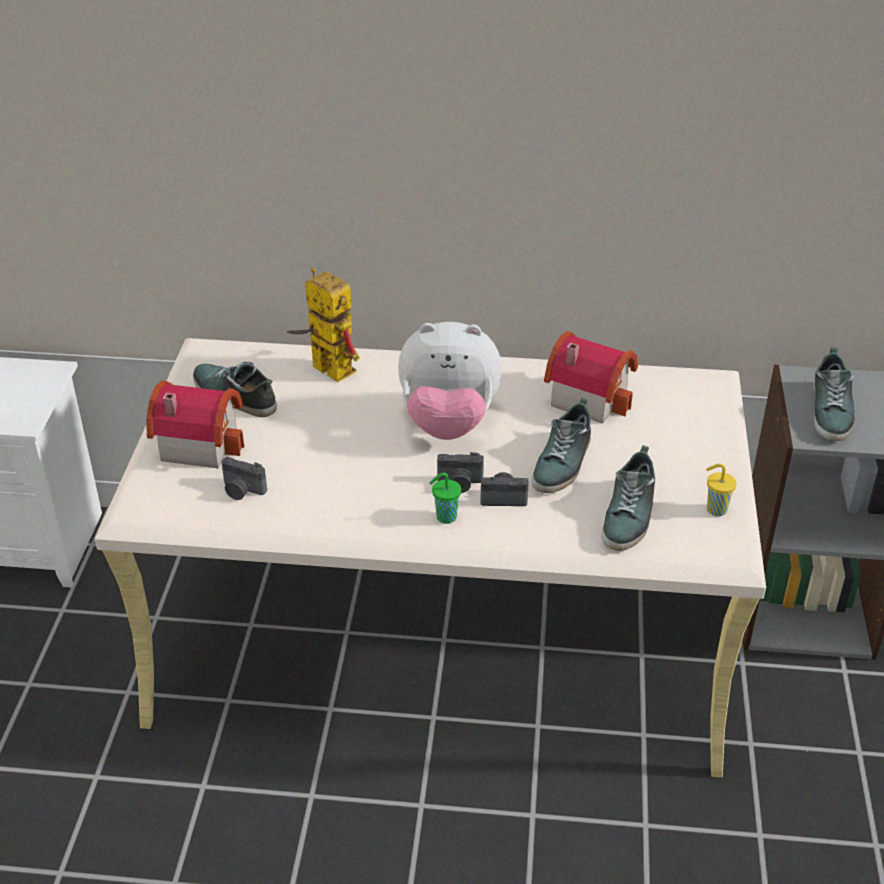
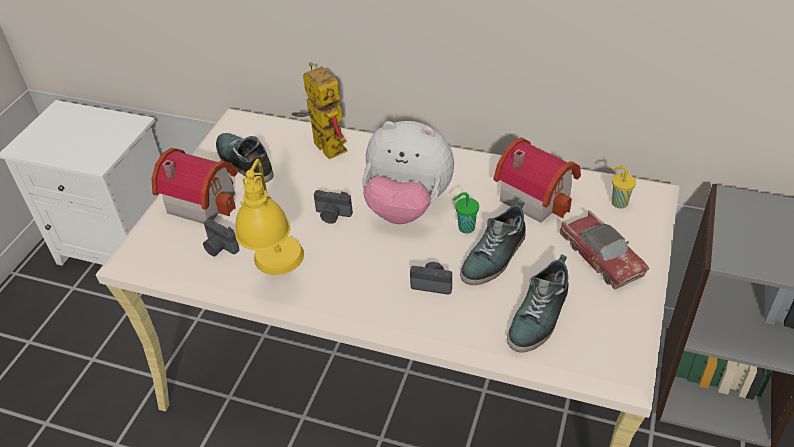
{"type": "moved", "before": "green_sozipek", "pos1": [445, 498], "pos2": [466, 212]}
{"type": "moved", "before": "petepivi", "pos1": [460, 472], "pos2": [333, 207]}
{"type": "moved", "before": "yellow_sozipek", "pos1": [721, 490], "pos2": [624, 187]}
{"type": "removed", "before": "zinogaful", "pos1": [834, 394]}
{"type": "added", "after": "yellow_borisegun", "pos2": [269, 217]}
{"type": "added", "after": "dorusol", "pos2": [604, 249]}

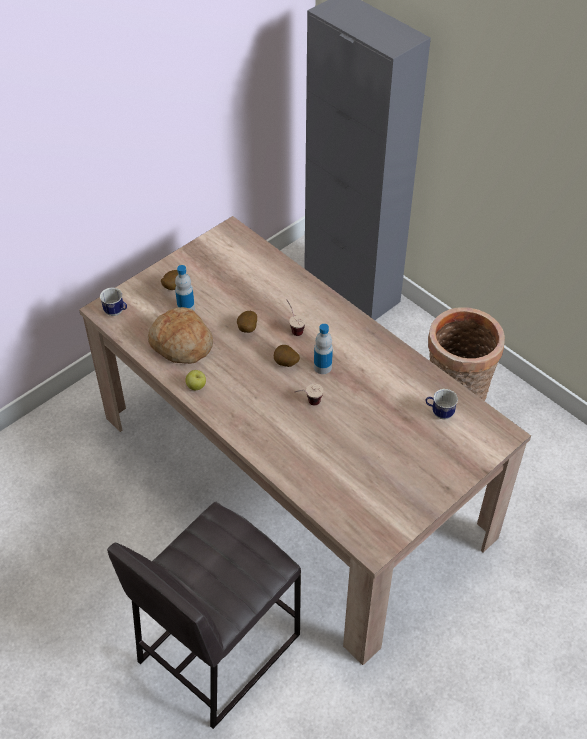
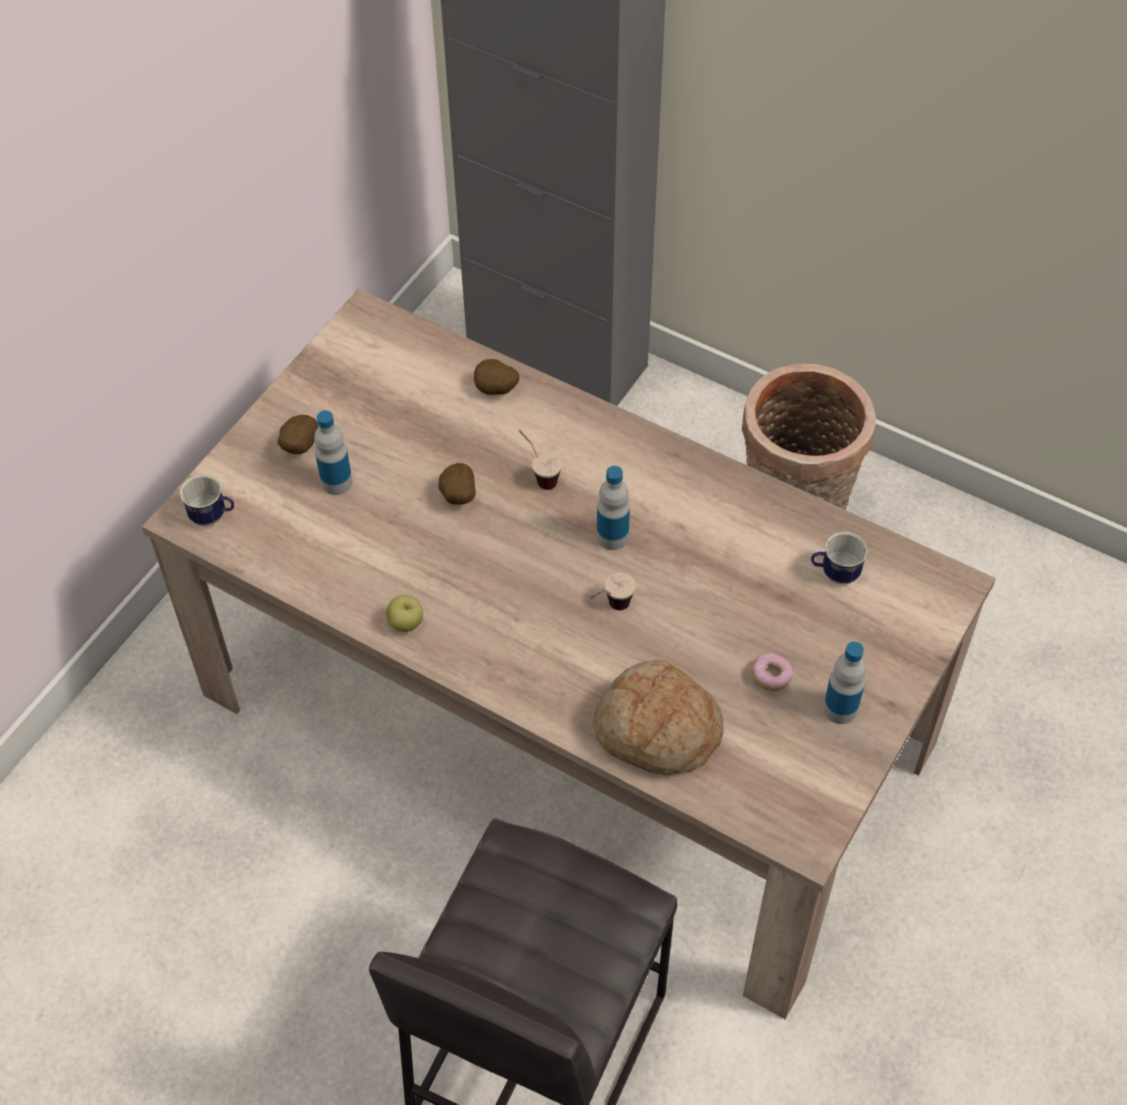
{"type": "moved", "before": "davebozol", "pos1": [180, 335], "pos2": [658, 717]}
{"type": "moved", "before": "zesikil", "pos1": [287, 356], "pos2": [496, 377]}
{"type": "added", "after": "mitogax", "pos2": [772, 672]}
{"type": "added", "after": "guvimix", "pos2": [844, 683]}

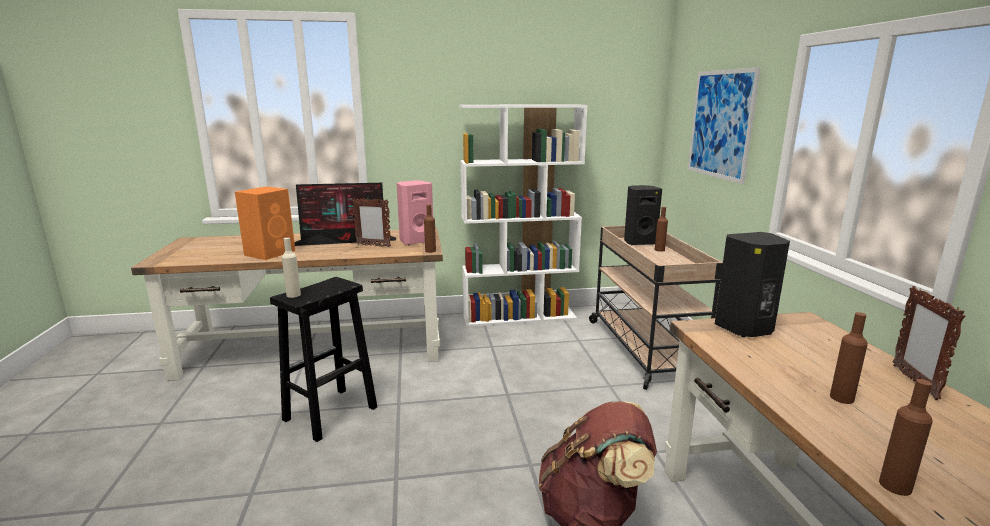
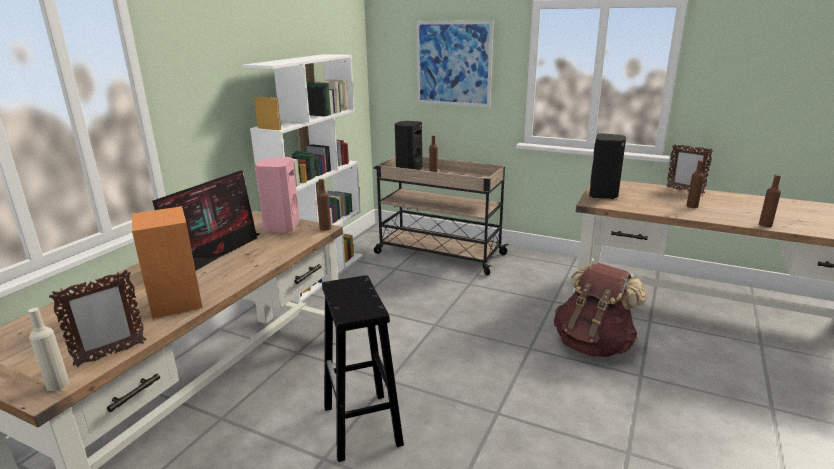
{"type": "moved", "before": "beige_guvimix", "pos1": [291, 268], "pos2": [48, 349]}
{"type": "moved", "before": "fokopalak", "pos1": [371, 222], "pos2": [97, 318]}

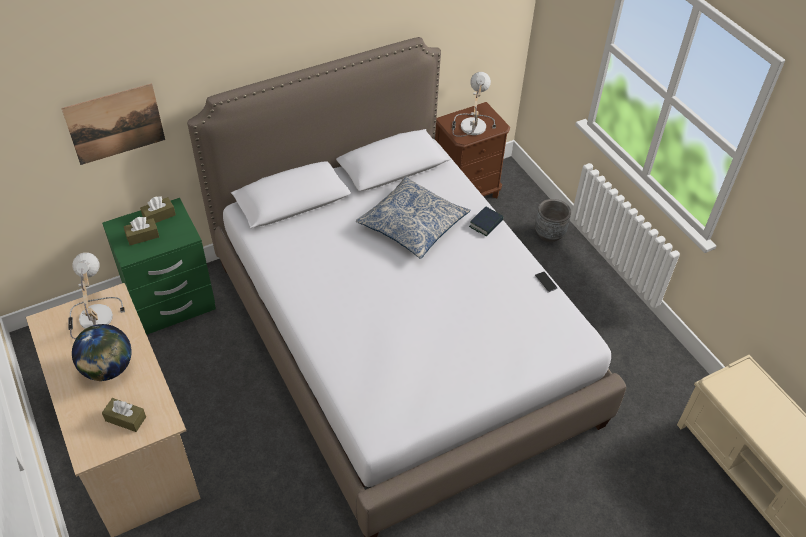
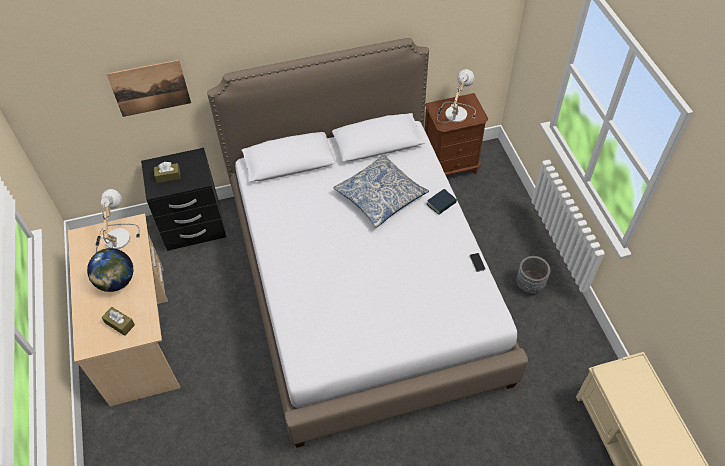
{"type": "recoloured", "before": "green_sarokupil", "after": "black_sarokupil", "pos1": [159, 266], "pos2": [183, 199]}
{"type": "removed", "before": "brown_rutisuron", "pos1": [158, 209]}
{"type": "moved", "before": "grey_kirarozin", "pos1": [553, 220], "pos2": [533, 275]}

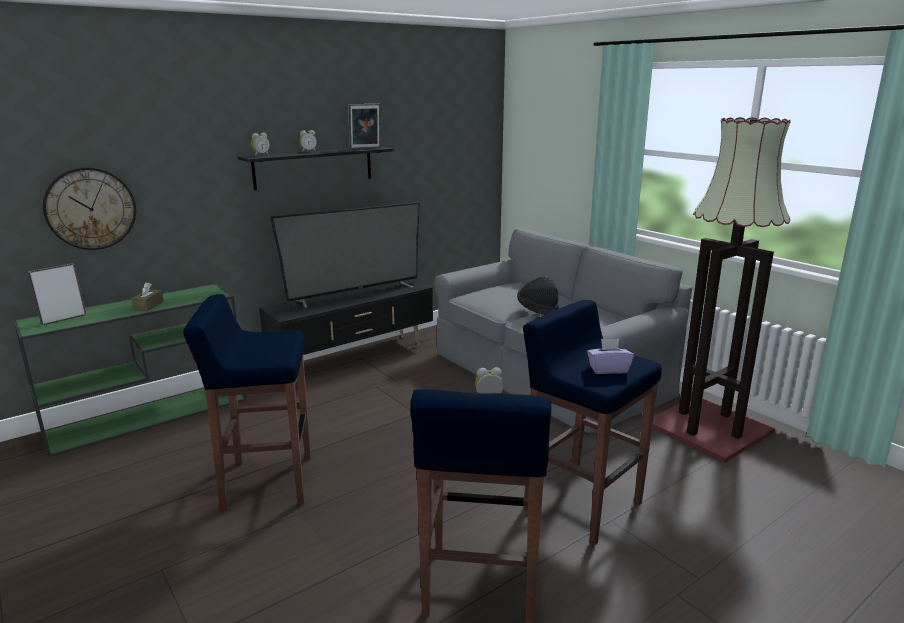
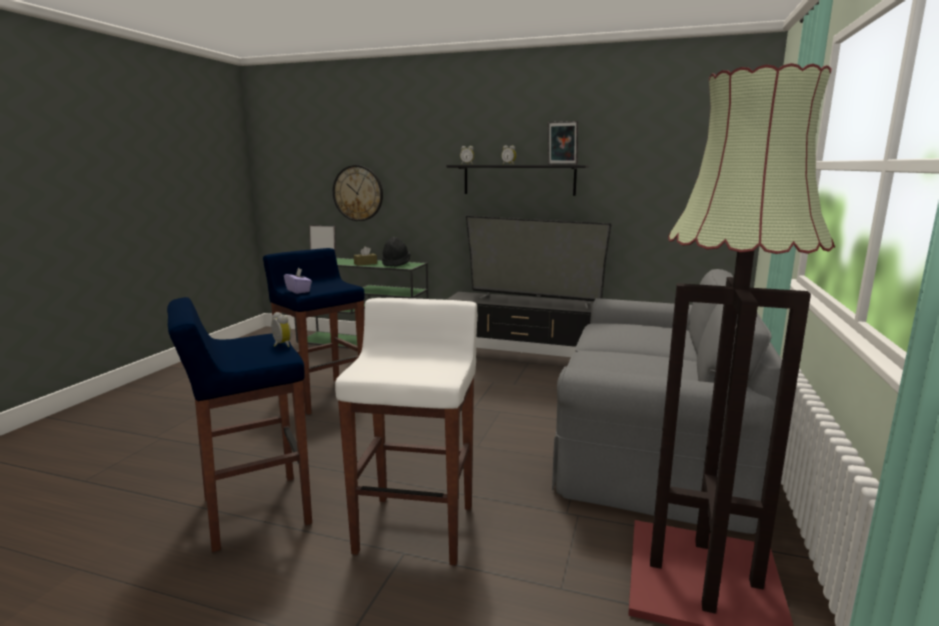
{"type": "moved", "before": "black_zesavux", "pos1": [538, 295], "pos2": [396, 251]}
{"type": "recoloured", "before": "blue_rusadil", "after": "white_rusadil", "pos1": [592, 422], "pos2": [406, 432]}
{"type": "moved", "before": "purple_rutisuron", "pos1": [610, 356], "pos2": [298, 281]}

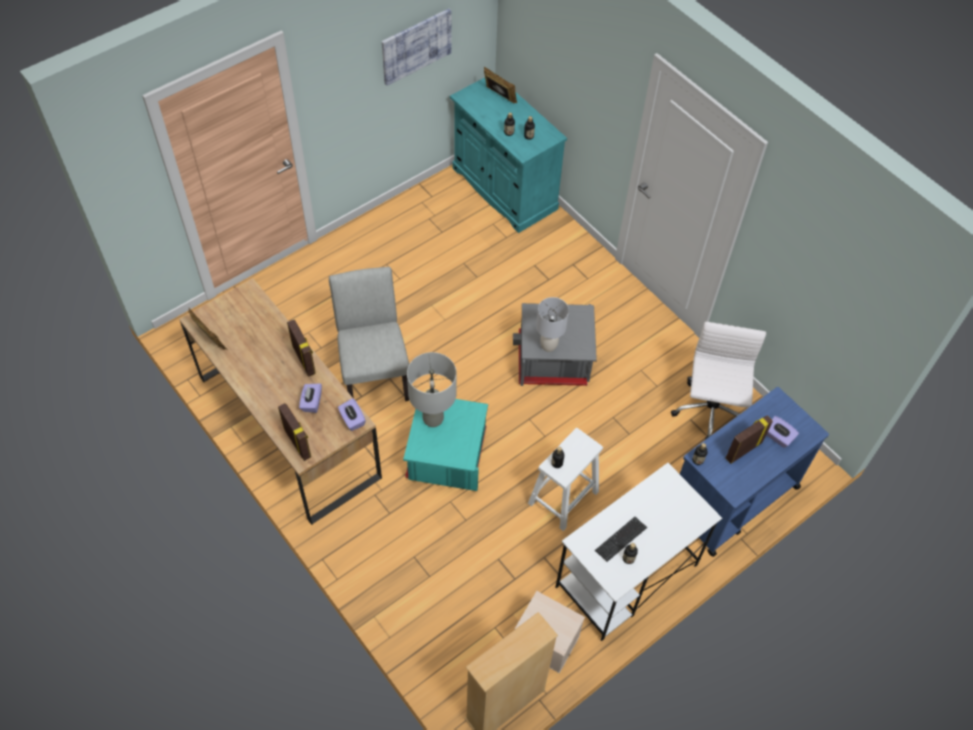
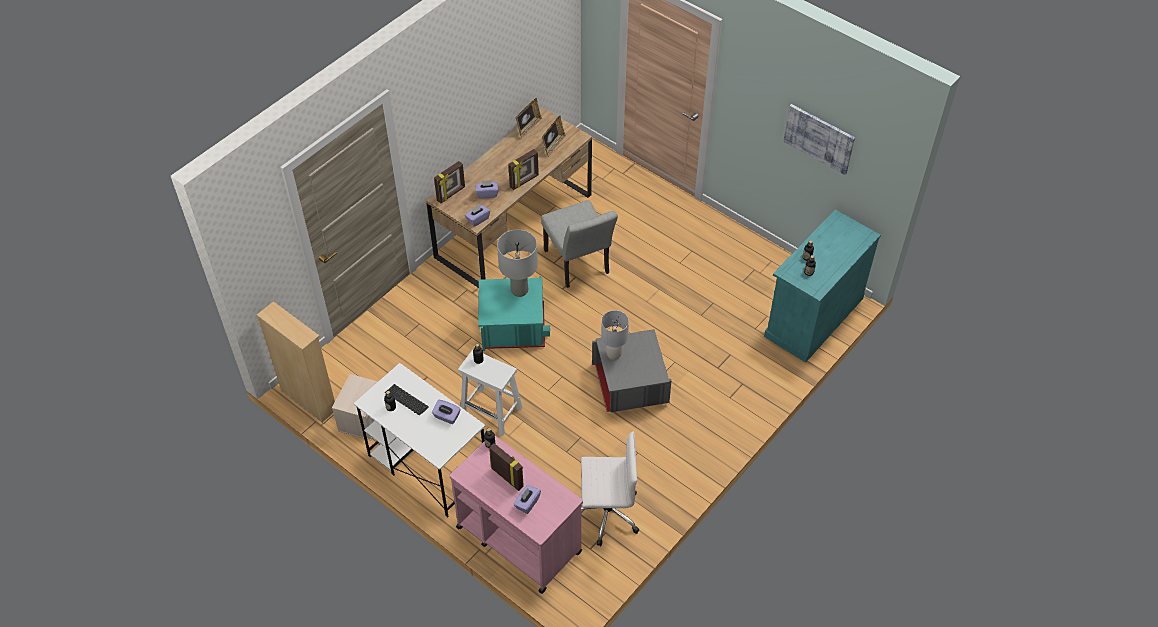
{"type": "turned", "before": "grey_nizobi", "pos1": [369, 334], "pos2": [579, 244], "turn": 90}
{"type": "moved", "before": "fokopalak", "pos1": [500, 85], "pos2": [554, 136]}
{"type": "recoloured", "before": "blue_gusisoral", "after": "pink_gusisoral", "pos1": [754, 472], "pos2": [516, 515]}
{"type": "added", "after": "purple_rutisuron", "pos2": [446, 412]}

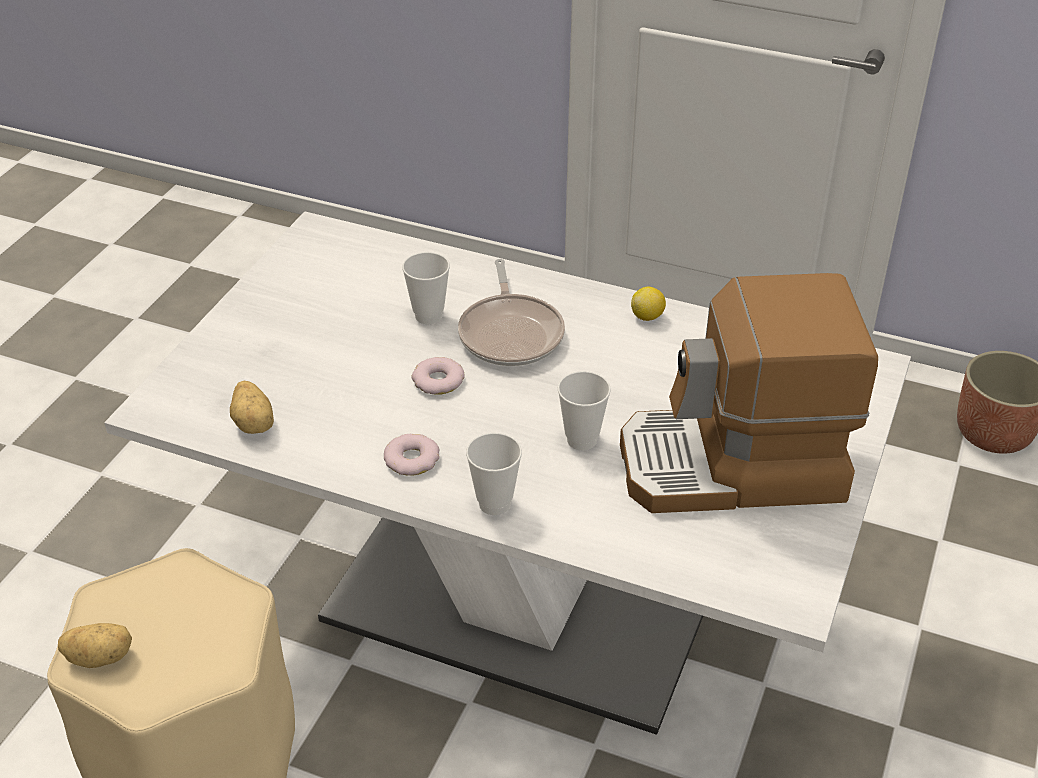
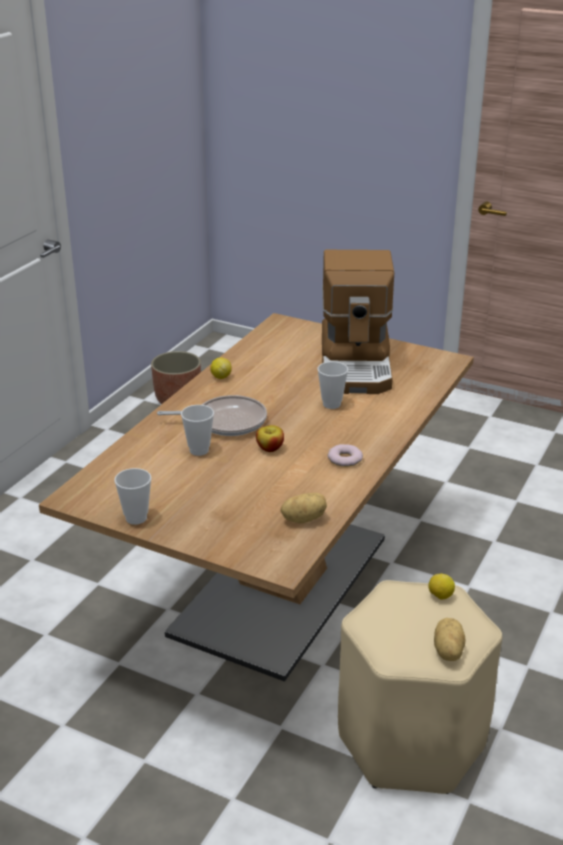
{"type": "recoloured", "before": "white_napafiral", "after": "brown_napafiral", "pos1": [507, 473], "pos2": [256, 497]}
{"type": "replaced", "before": "mitogax", "after": "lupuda", "pos1": [438, 376], "pos2": [270, 438]}
{"type": "moved", "before": "sozipek", "pos1": [494, 474], "pos2": [132, 496]}
{"type": "added", "after": "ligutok", "pos2": [441, 586]}

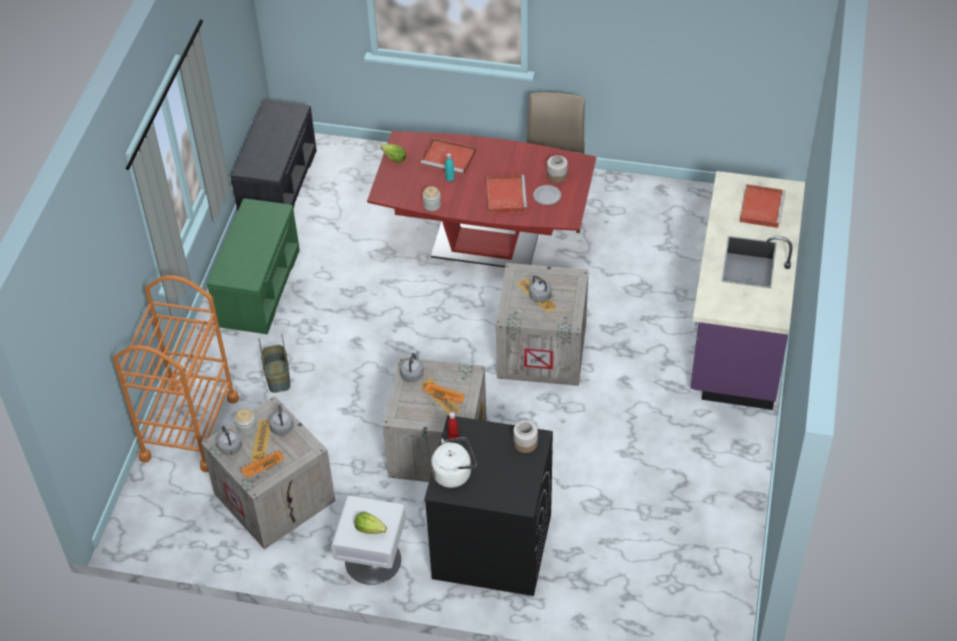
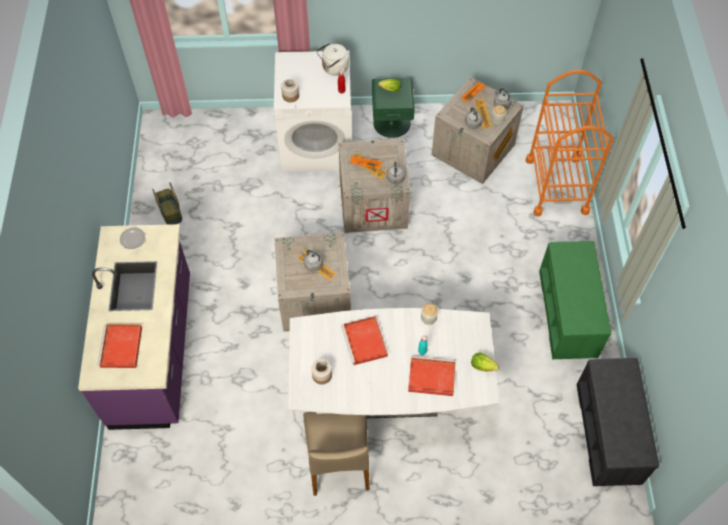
{"type": "moved", "before": "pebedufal", "pos1": [274, 363], "pos2": [167, 203]}
{"type": "recoloured", "before": "white_sarokupil", "after": "green_sarokupil", "pos1": [368, 540], "pos2": [393, 108]}
{"type": "recoloured", "before": "red_napafiral", "after": "white_napafiral", "pos1": [481, 199], "pos2": [394, 363]}
{"type": "recoloured", "before": "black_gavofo", "after": "white_gavofo", "pos1": [488, 505], "pos2": [313, 111]}
{"type": "moved", "before": "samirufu", "pos1": [547, 195], "pos2": [132, 238]}

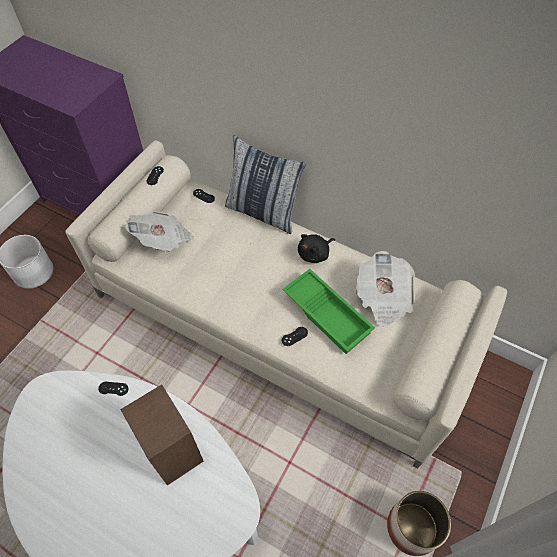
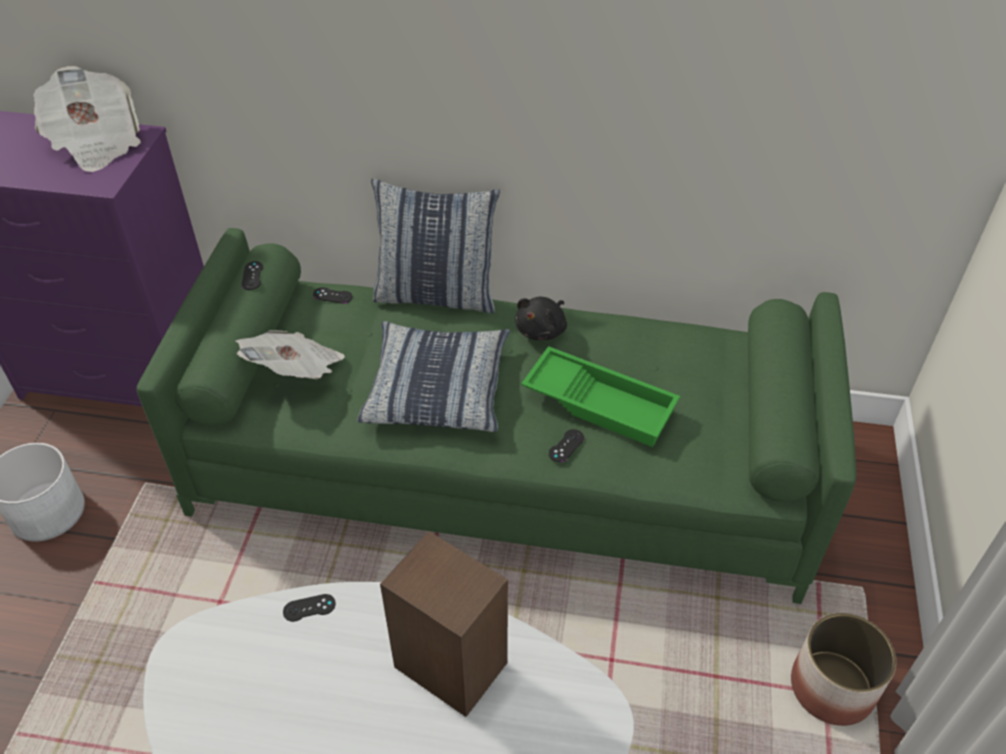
{"type": "recoloured", "before": "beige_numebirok", "after": "green_numebirok", "pos1": [286, 304], "pos2": [496, 416]}
{"type": "moved", "before": "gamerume", "pos1": [385, 289], "pos2": [87, 119]}
{"type": "added", "after": "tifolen", "pos2": [433, 376]}

